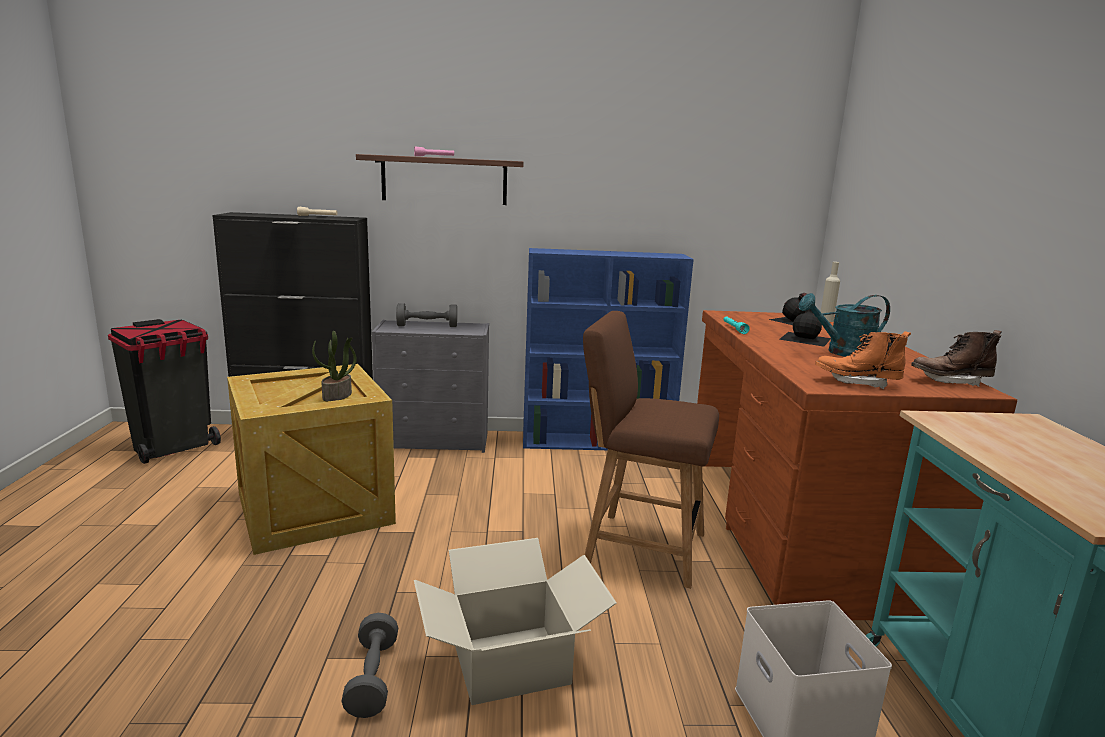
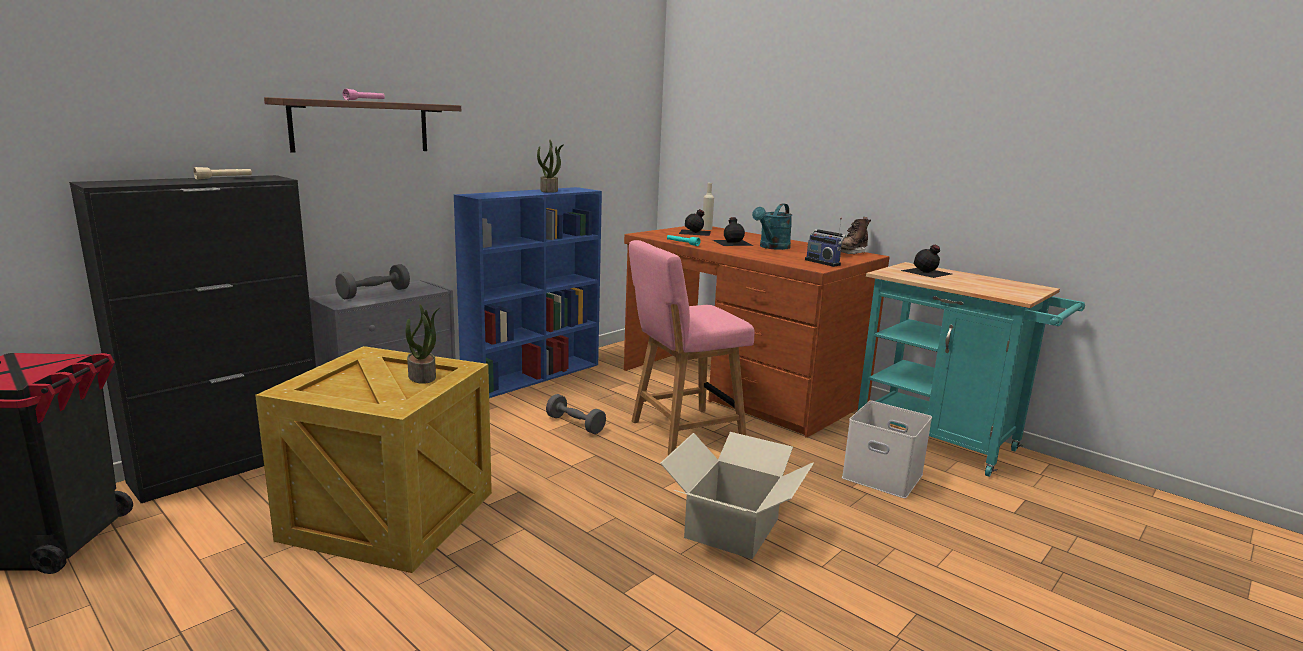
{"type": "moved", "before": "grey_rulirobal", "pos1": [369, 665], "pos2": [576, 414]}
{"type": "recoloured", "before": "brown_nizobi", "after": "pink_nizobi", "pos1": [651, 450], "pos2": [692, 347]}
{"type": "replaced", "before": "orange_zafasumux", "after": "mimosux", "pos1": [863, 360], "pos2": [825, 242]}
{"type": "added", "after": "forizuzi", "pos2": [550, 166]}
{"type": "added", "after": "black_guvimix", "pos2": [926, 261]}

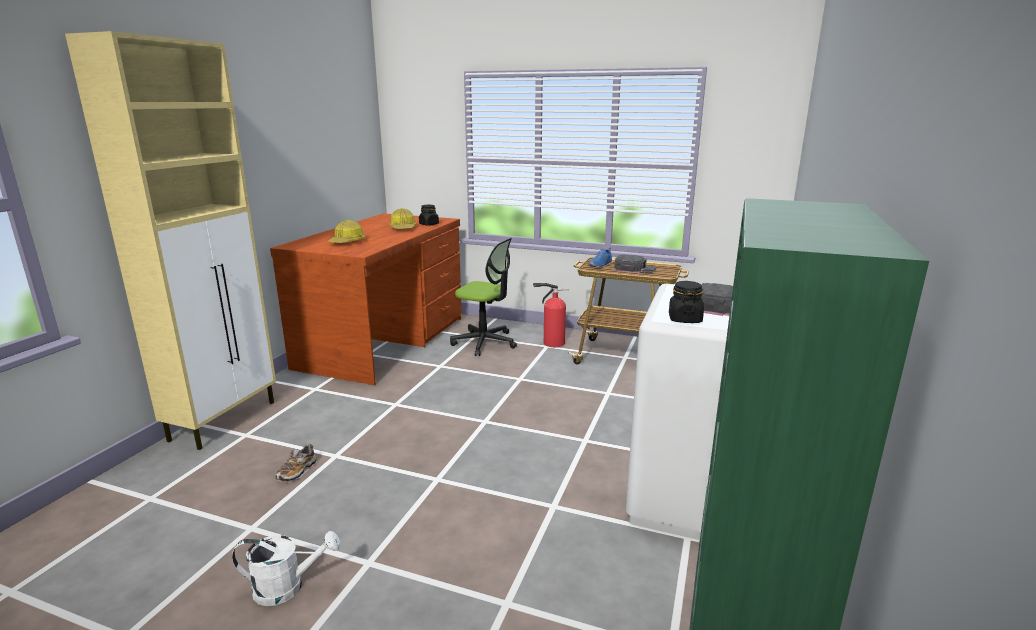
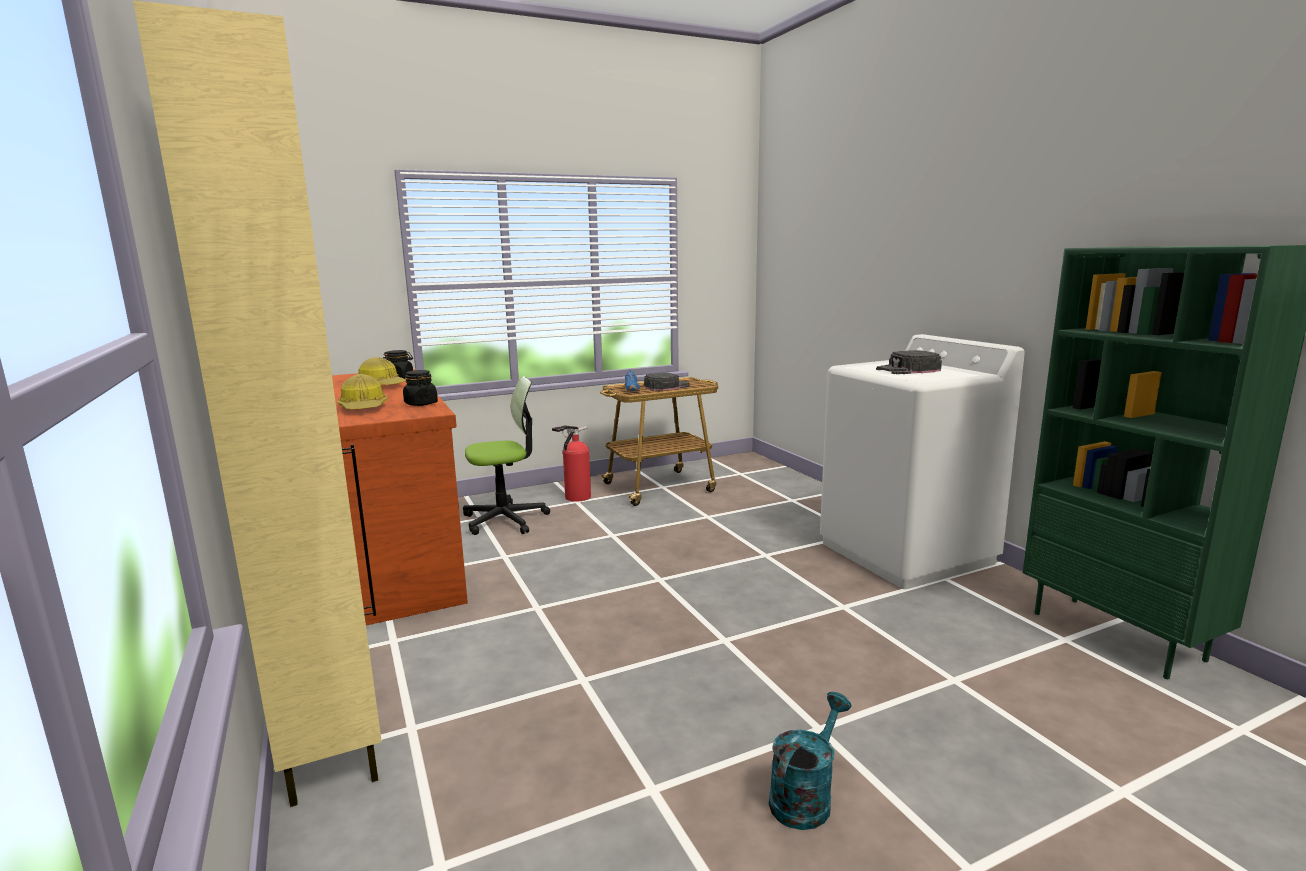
{"type": "recoloured", "before": "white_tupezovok", "after": "turquoise_tupezovok", "pos1": [286, 568], "pos2": [810, 761]}
{"type": "removed", "before": "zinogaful", "pos1": [296, 462]}
{"type": "moved", "before": "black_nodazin", "pos1": [686, 302], "pos2": [420, 388]}

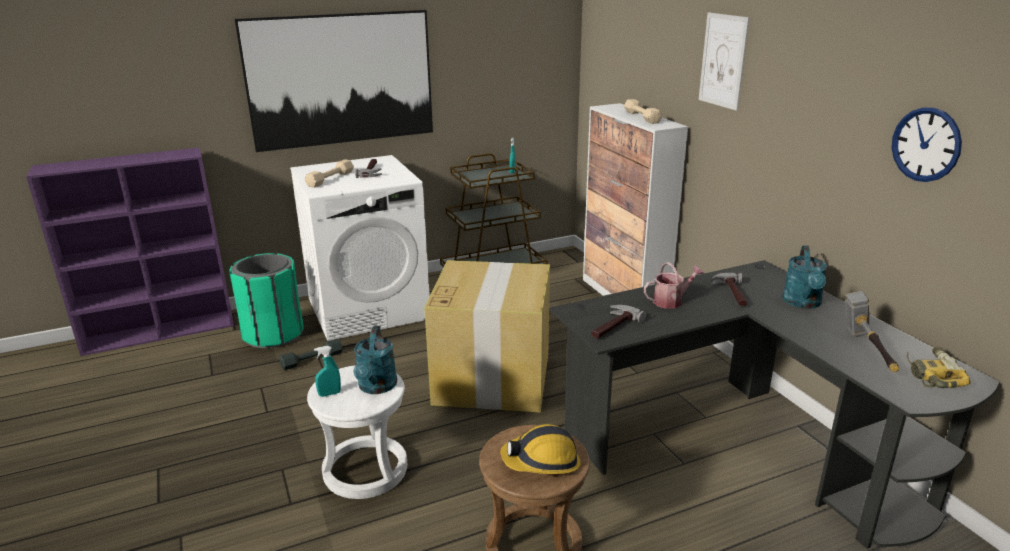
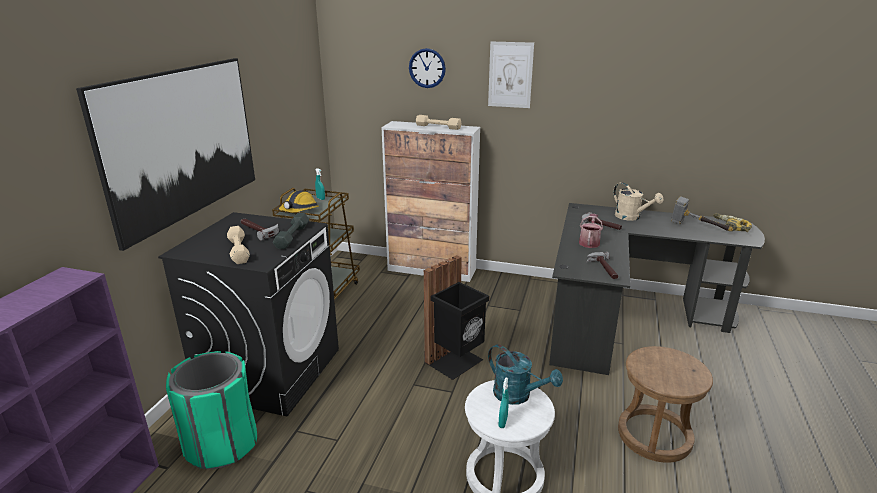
{"type": "moved", "before": "grey_rulirobal", "pos1": [311, 354], "pos2": [291, 231]}
{"type": "recoloured", "before": "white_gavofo", "after": "black_gavofo", "pos1": [360, 248], "pos2": [248, 314]}
{"type": "replaced", "before": "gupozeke", "after": "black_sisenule", "pos1": [487, 336], "pos2": [456, 317]}
{"type": "moved", "before": "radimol", "pos1": [540, 449], "pos2": [299, 201]}
{"type": "recoloured", "before": "turquoise_tupezovok", "after": "beige_tupezovok", "pos1": [805, 277], "pos2": [638, 201]}
{"type": "moved", "before": "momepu", "pos1": [927, 144], "pos2": [427, 68]}

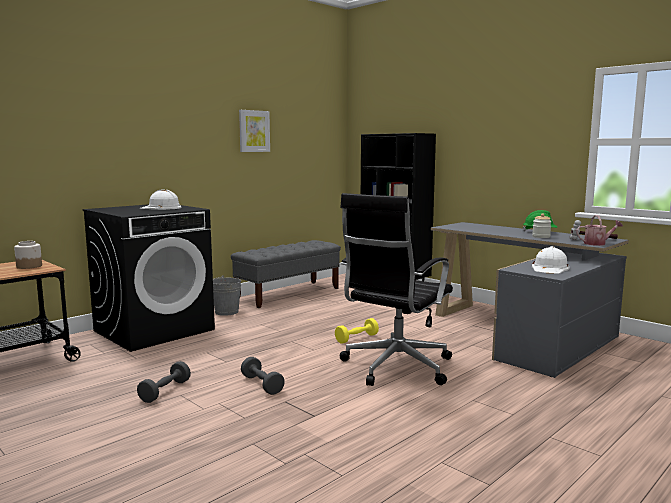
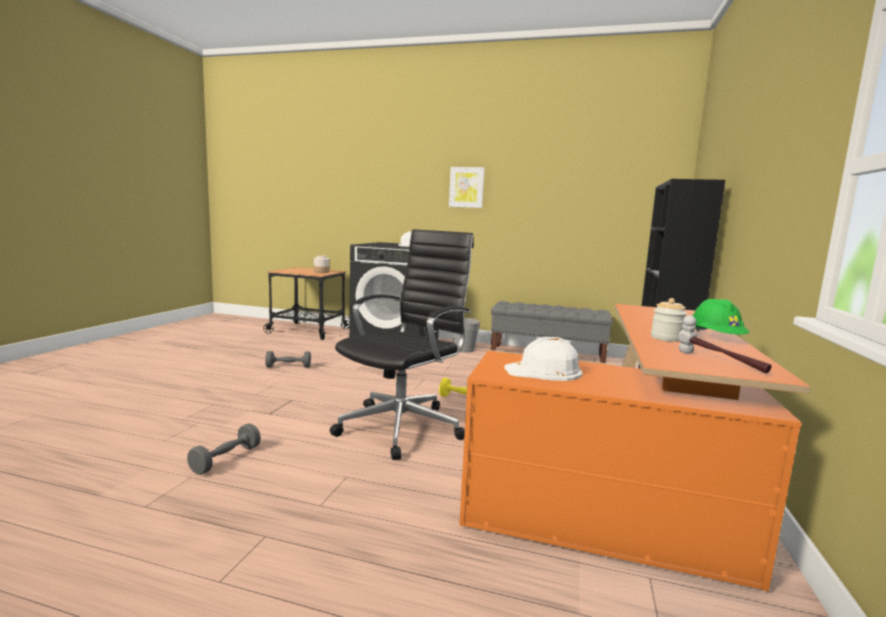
{"type": "moved", "before": "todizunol", "pos1": [254, 131], "pos2": [466, 187]}
{"type": "moved", "before": "grey_rulirobal", "pos1": [263, 376], "pos2": [224, 449]}
{"type": "turned", "before": "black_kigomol", "pos1": [396, 289], "pos2": [402, 344], "turn": 120}
{"type": "recoloured", "before": "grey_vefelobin", "after": "orange_vefelobin", "pos1": [530, 300], "pos2": [634, 447]}
{"type": "removed", "before": "tupezovok", "pos1": [599, 230]}

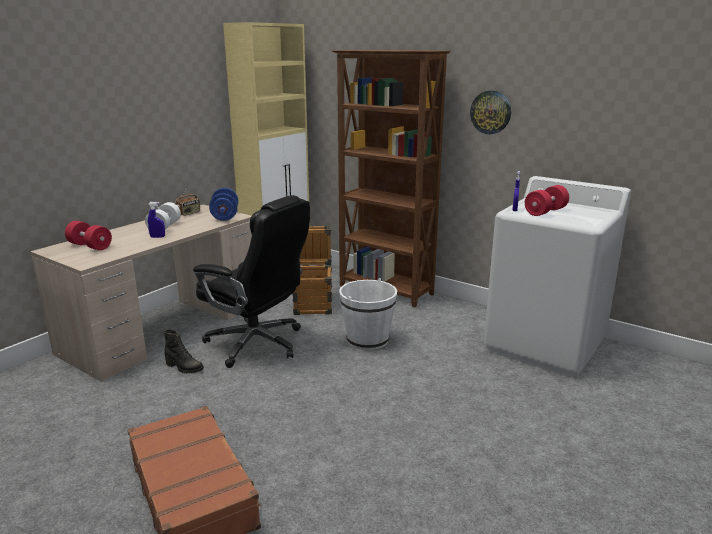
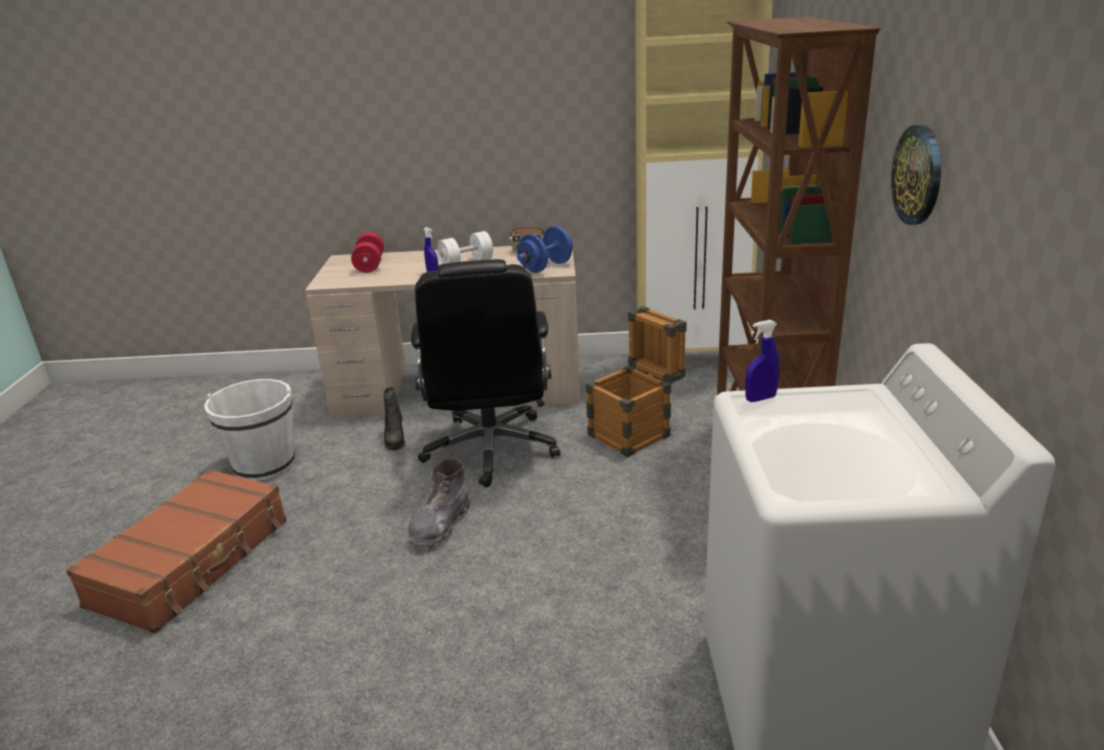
{"type": "moved", "before": "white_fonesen", "pos1": [368, 314], "pos2": [249, 430]}
{"type": "removed", "before": "red_rulirobal", "pos1": [547, 200]}
{"type": "added", "after": "grey_zafasumux", "pos2": [439, 504]}

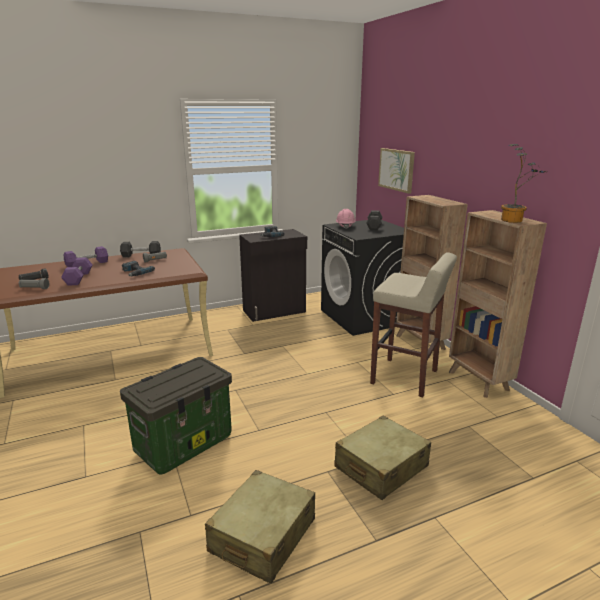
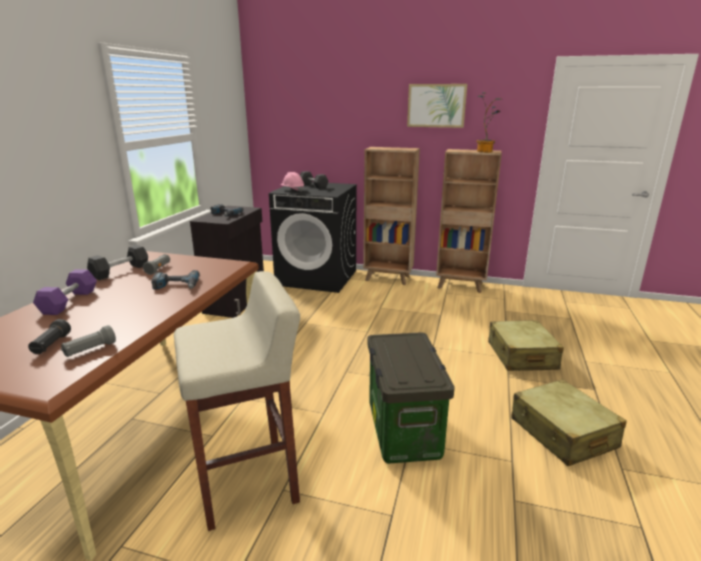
{"type": "removed", "before": "purple_rulirobal", "pos1": [77, 271]}
{"type": "moved", "before": "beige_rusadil", "pos1": [413, 324], "pos2": [237, 401]}
{"type": "moved", "before": "todizunol", "pos1": [396, 171], "pos2": [437, 106]}

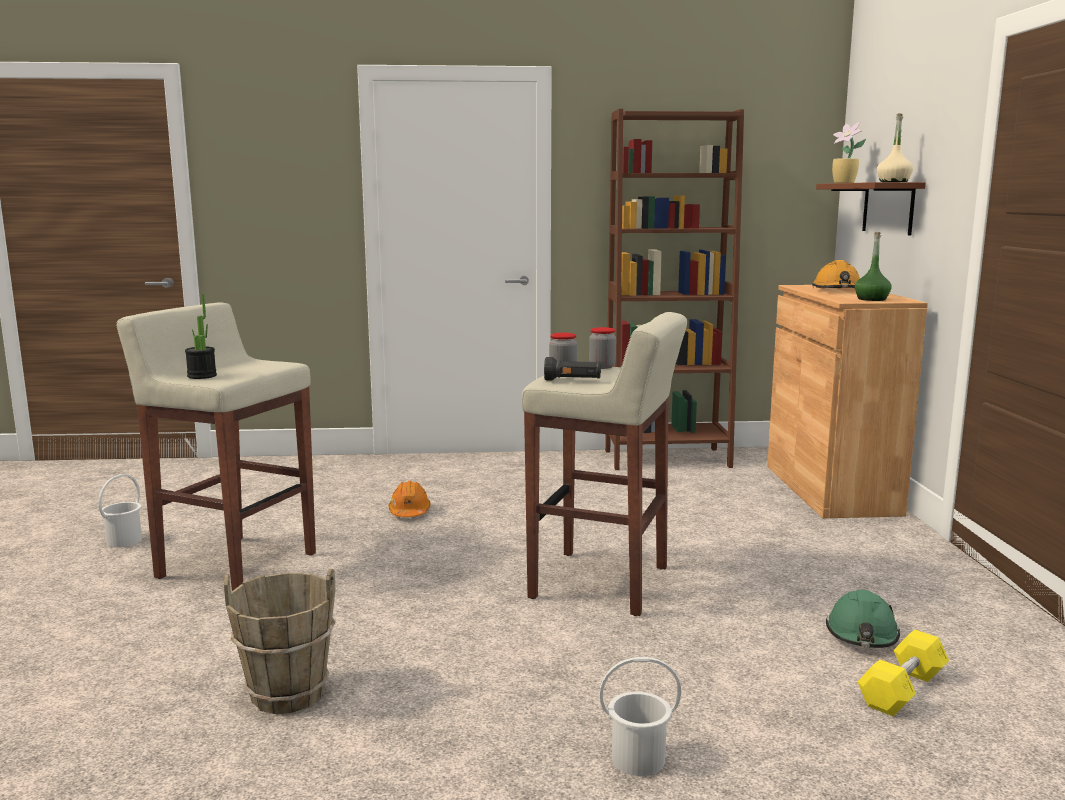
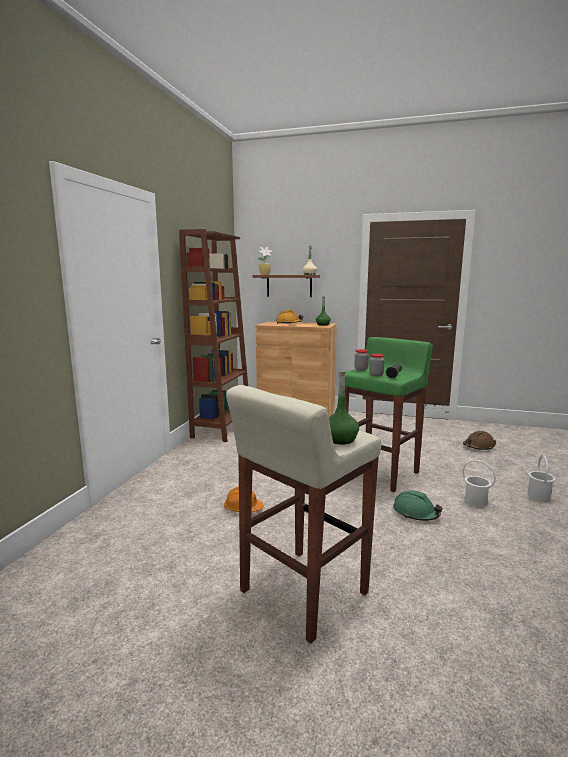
{"type": "moved", "before": "white_fonesen", "pos1": [120, 511], "pos2": [479, 483]}
{"type": "replaced", "before": "forizuzi", "after": "green_guvimix", "pos1": [201, 336], "pos2": [344, 408]}
{"type": "removed", "before": "brown_fonesen", "pos1": [280, 641]}
{"type": "recoloured", "before": "beige_rusadil", "after": "green_rusadil", "pos1": [604, 464], "pos2": [389, 414]}
{"type": "moved", "before": "green_radimol", "pos1": [863, 619], "pos2": [417, 505]}
{"type": "replaced", "before": "yellow_rulirobal", "after": "brown_radimol", "pos1": [903, 672], "pos2": [479, 440]}

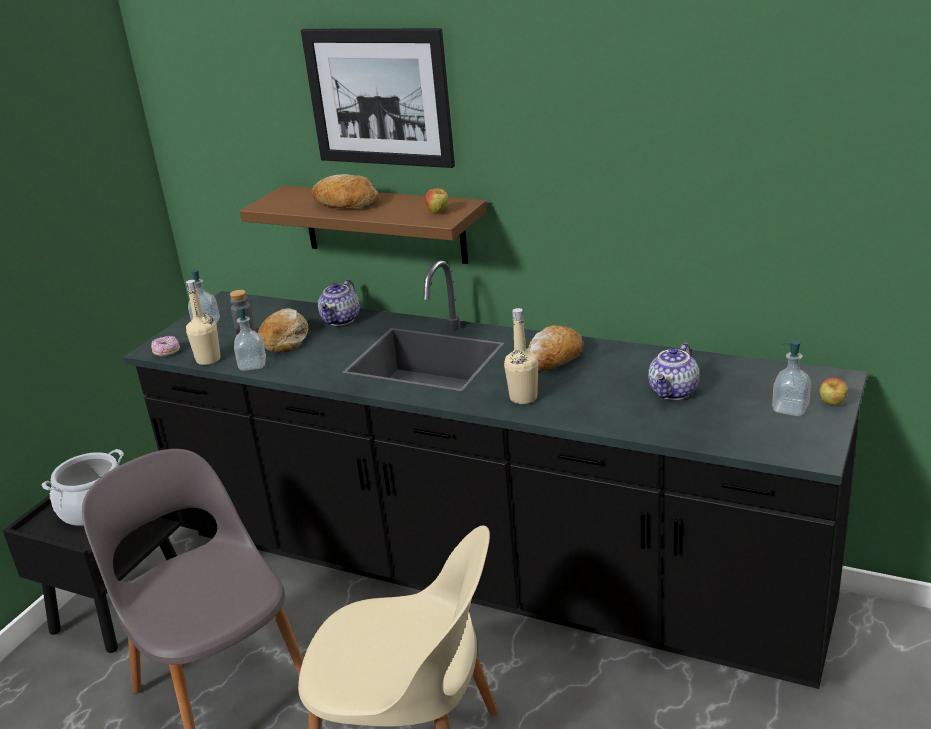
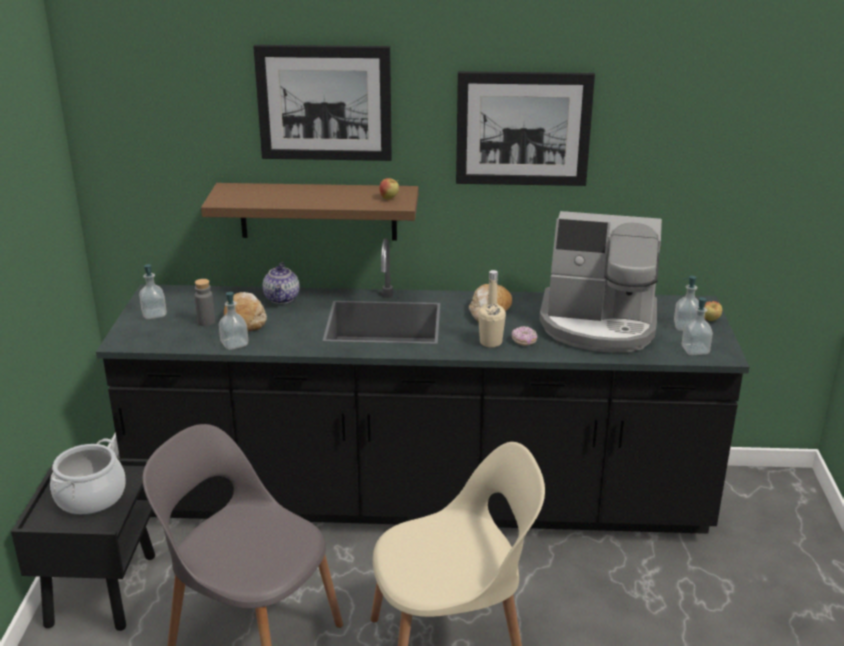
{"type": "moved", "before": "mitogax", "pos1": [165, 346], "pos2": [524, 336]}
{"type": "removed", "before": "beige_guvimix", "pos1": [203, 322]}
{"type": "removed", "before": "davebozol", "pos1": [345, 191]}
{"type": "replaced", "before": "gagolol", "after": "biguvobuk", "pos1": [673, 371], "pos2": [600, 282]}
{"type": "added", "after": "todizunol", "pos2": [525, 128]}
{"type": "added", "after": "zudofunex", "pos2": [697, 326]}

